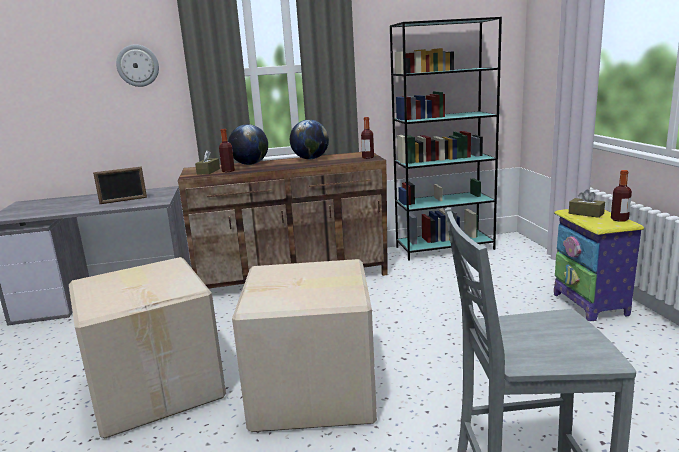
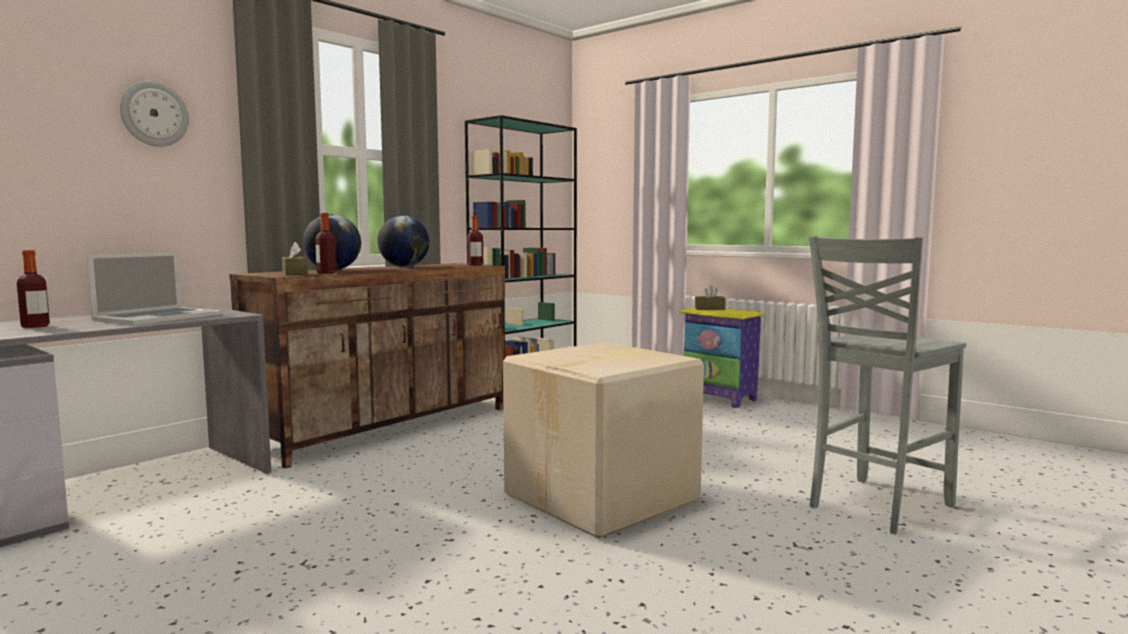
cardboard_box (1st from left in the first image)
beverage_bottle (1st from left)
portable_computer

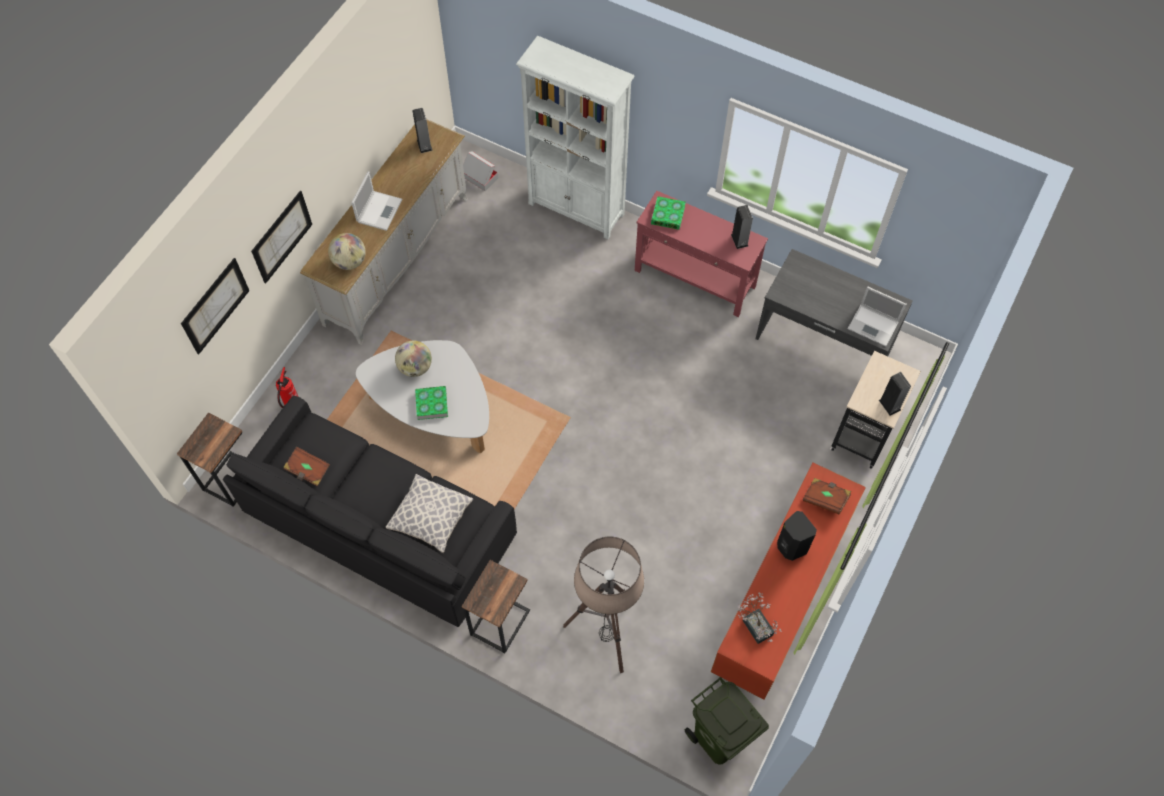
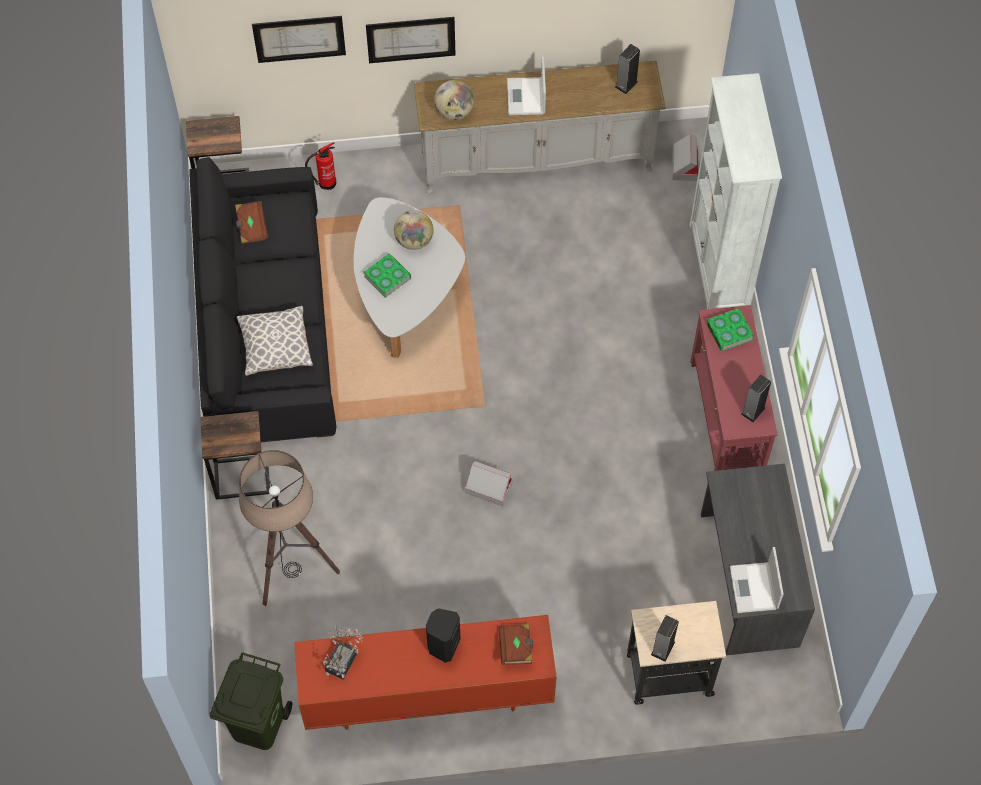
cardboard_box (1st from left)
portable_computer (1st from left)

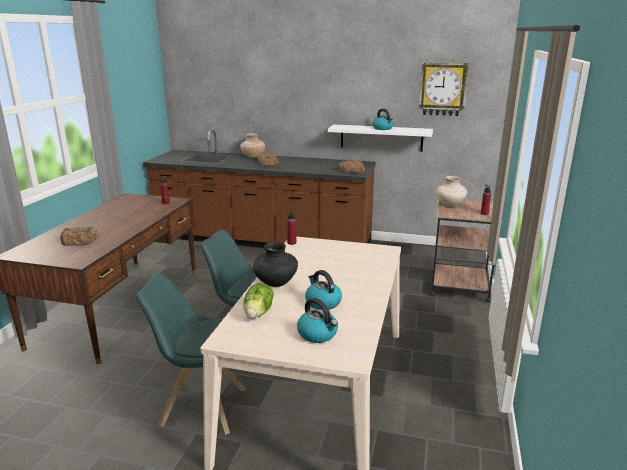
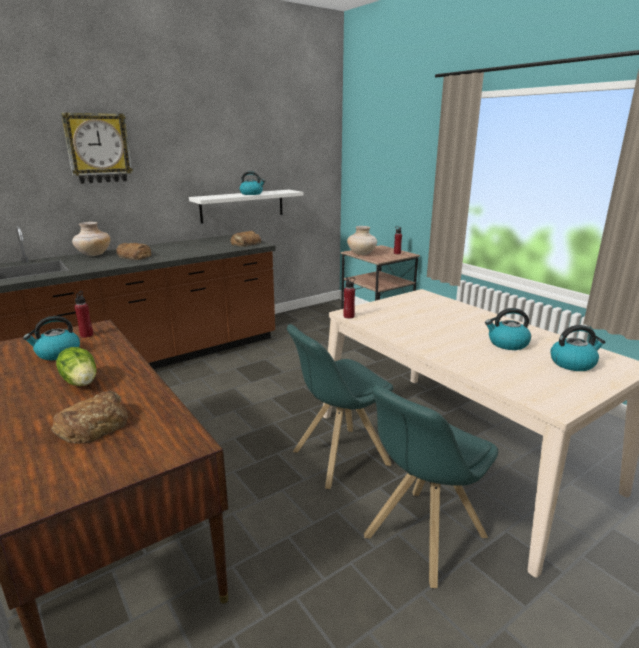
black-coloured_decorative_vase
kettle (1st from left)
lettuce_head
wall_clock

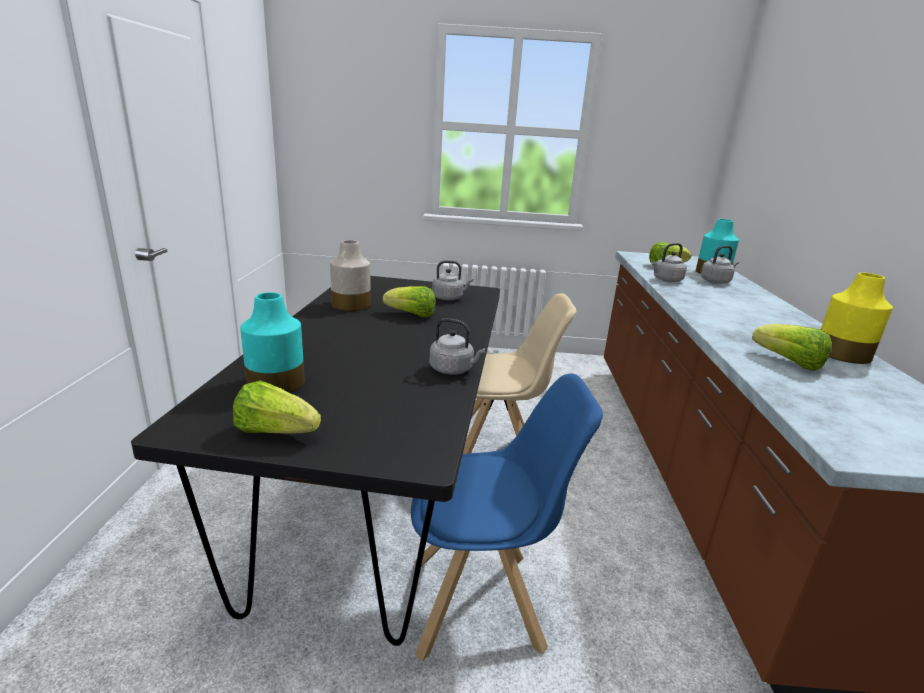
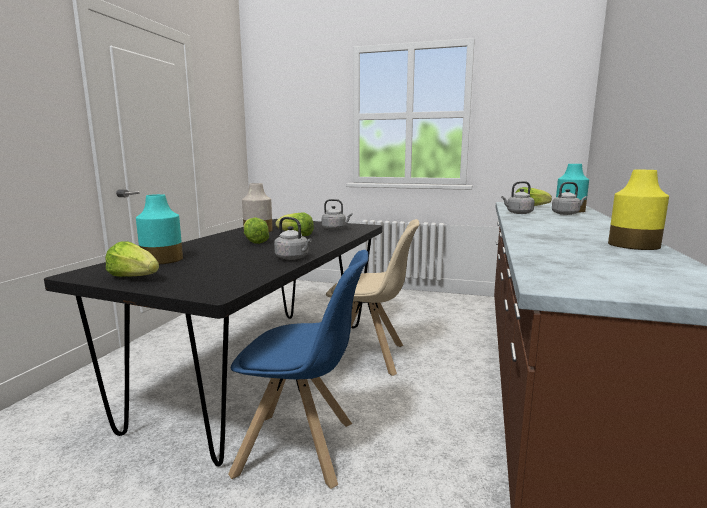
lettuce_head (2nd from left)

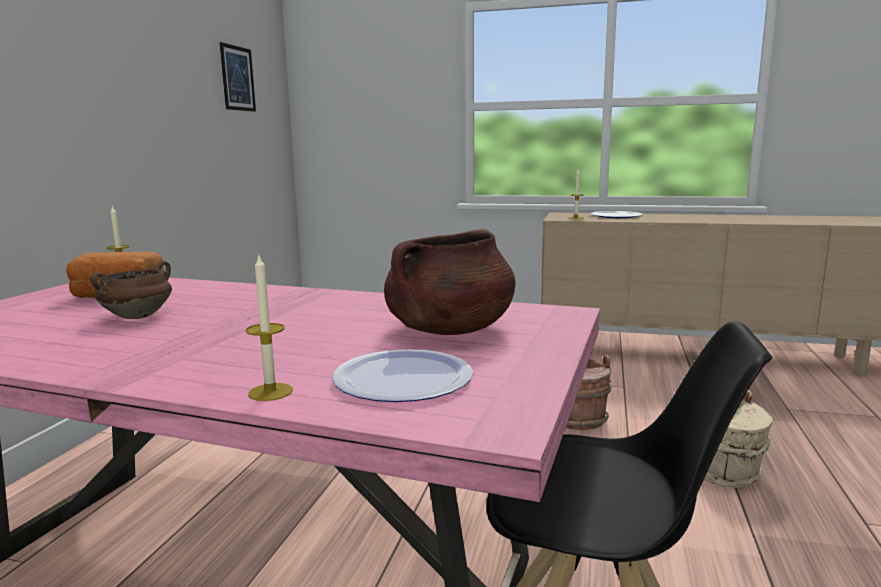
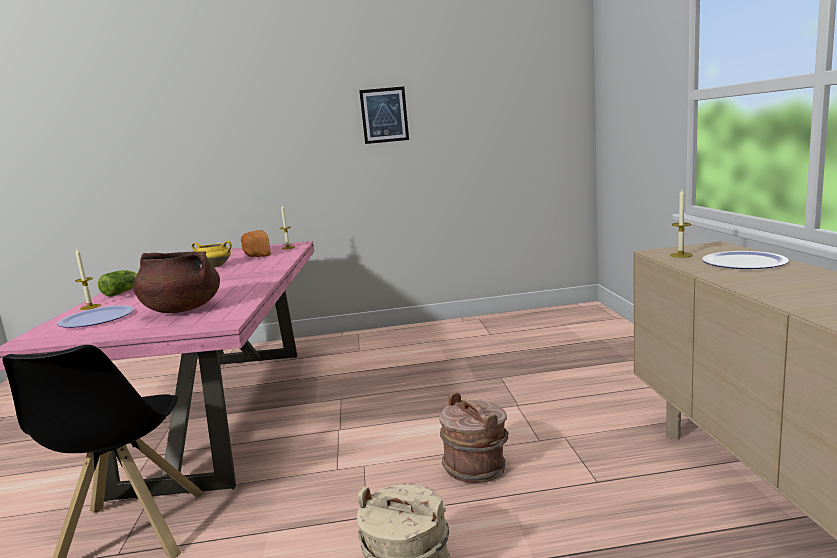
lettuce_head
wall_picture
yellowish_cooking_pot

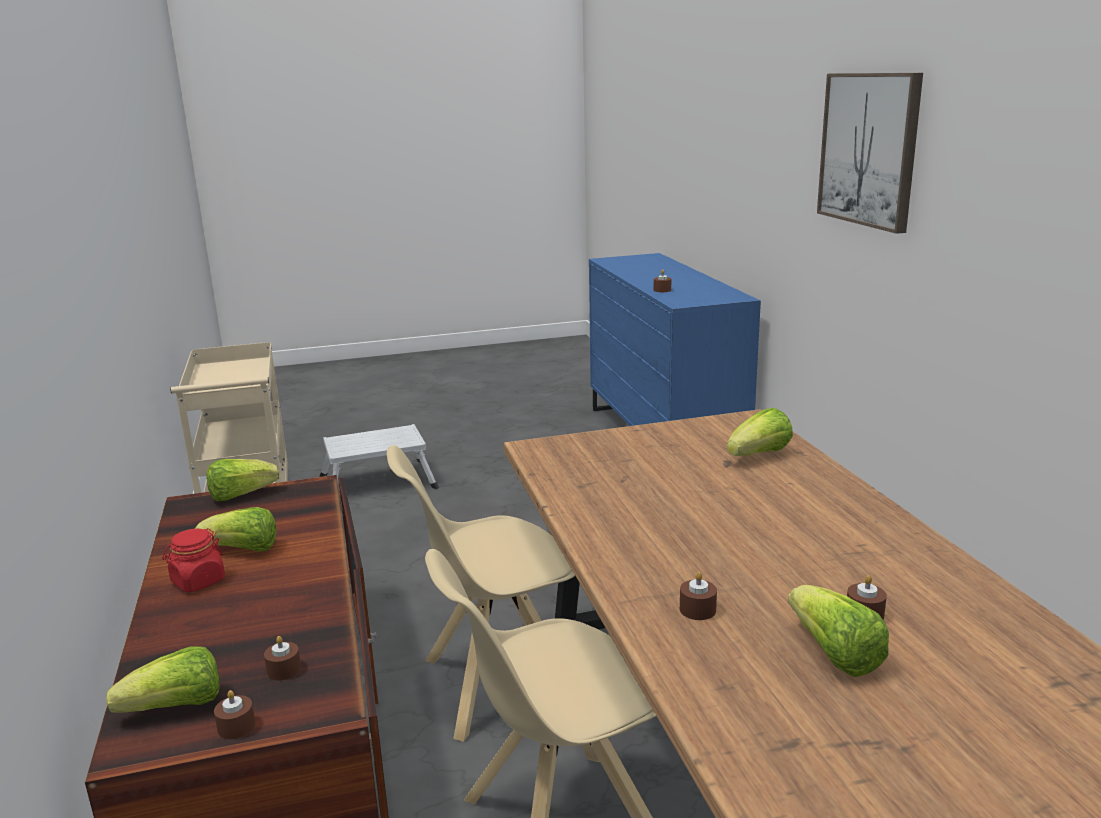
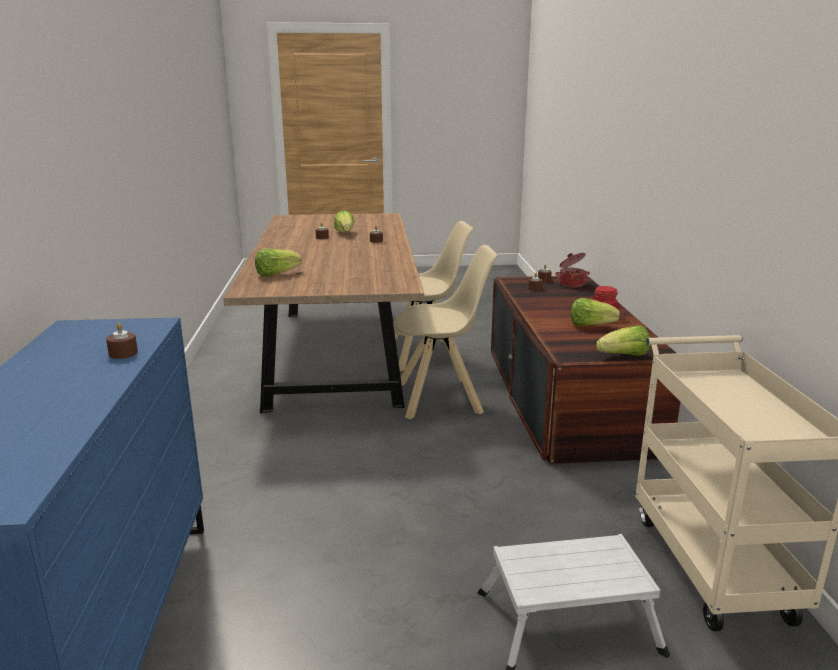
wall_picture
cooking_pot

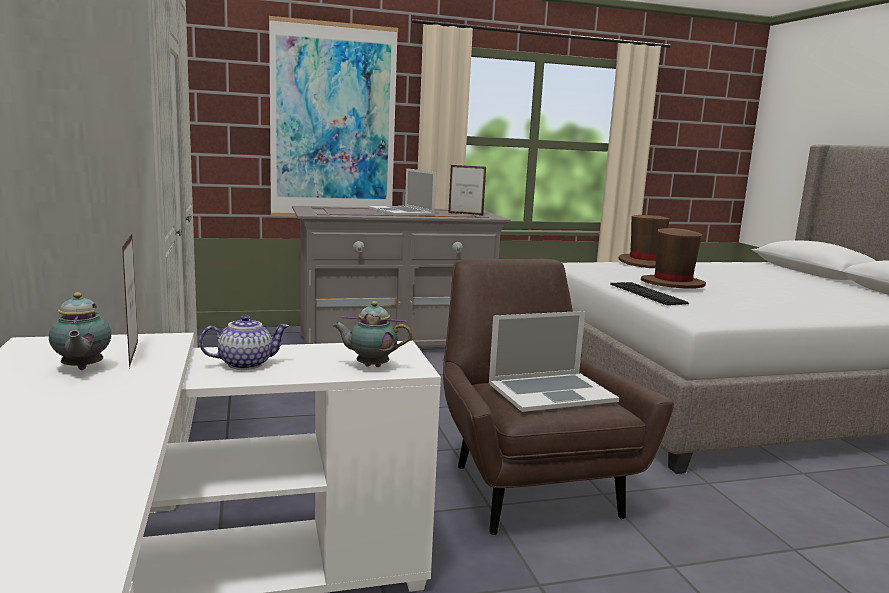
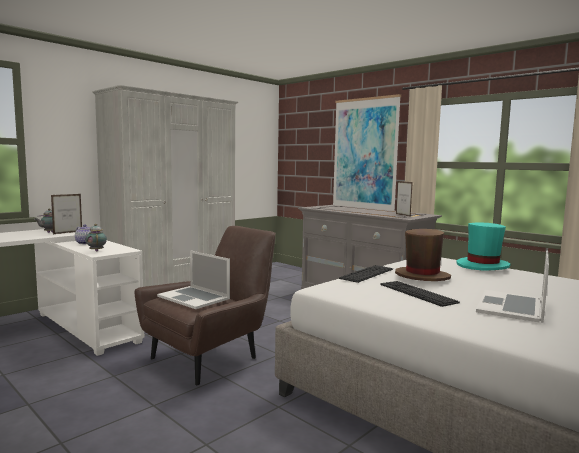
computer_keyboard (2nd from left)
portable_computer (2nd from left)
blue-green_clothing_hat

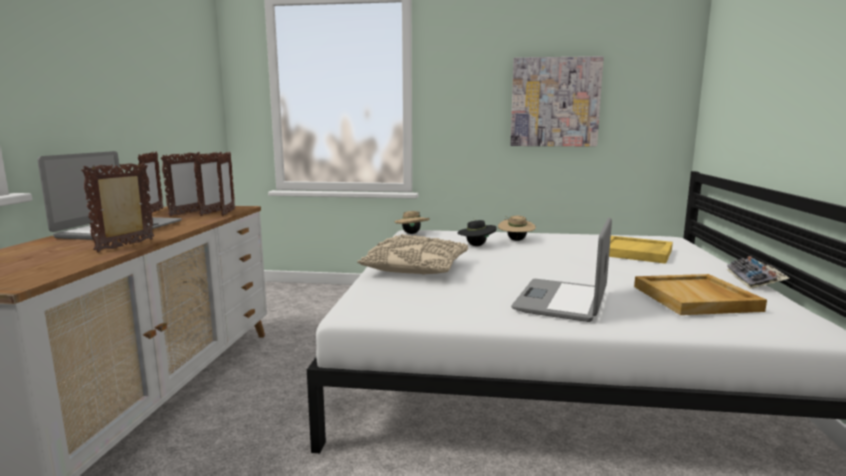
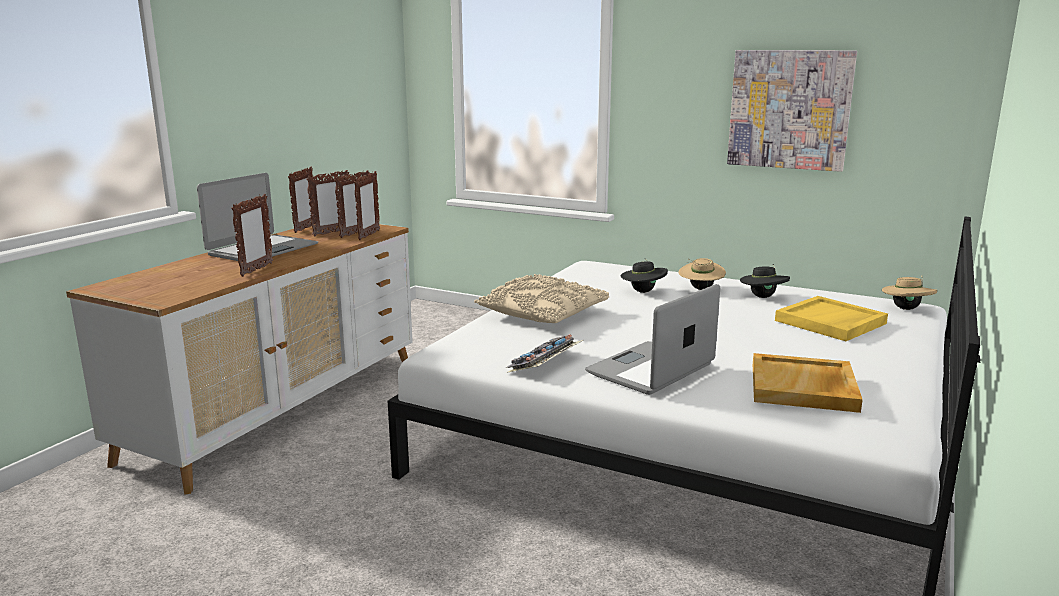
black-coloured_clothing_hat (2nd from left)
beige-coloured_clothing_hat (2nd from left)
computer_keyboard
standing_frame (1st from left)

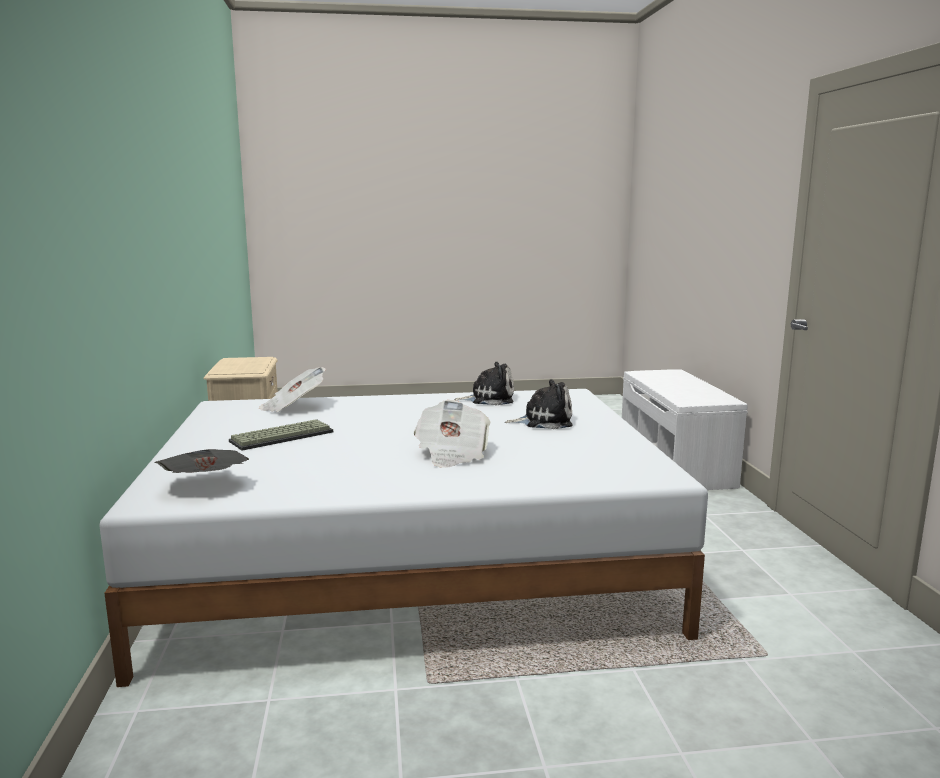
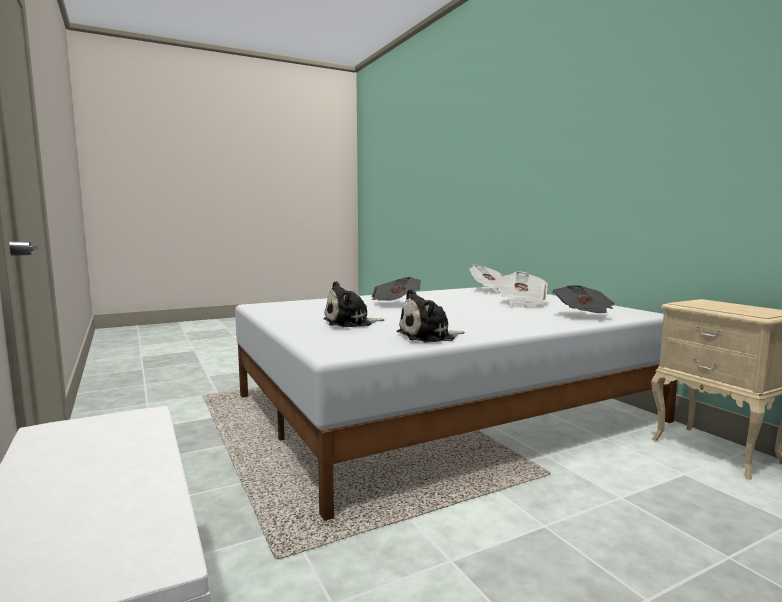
printed_paper (3rd from left)

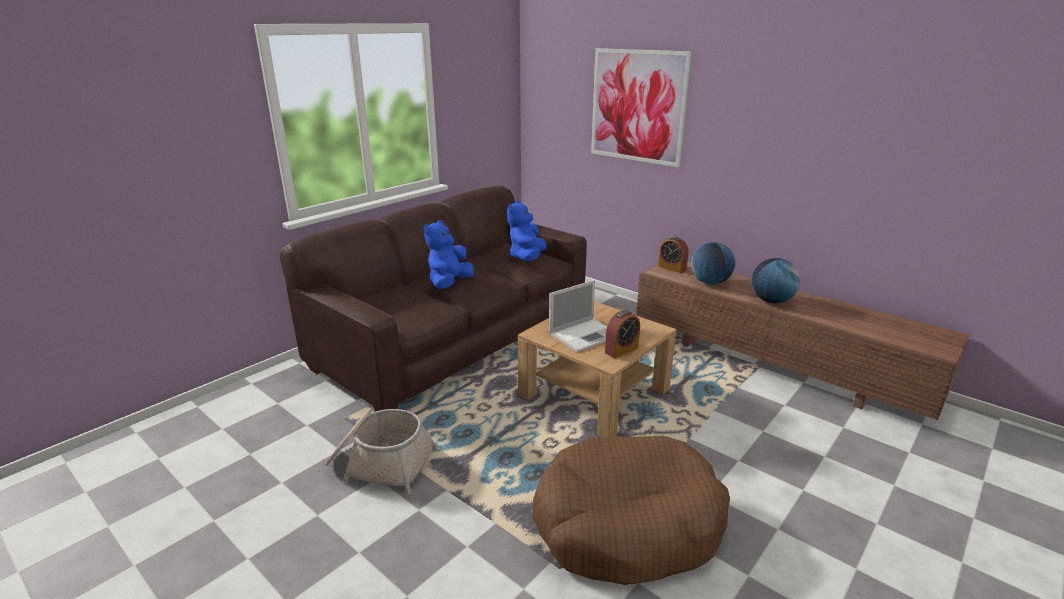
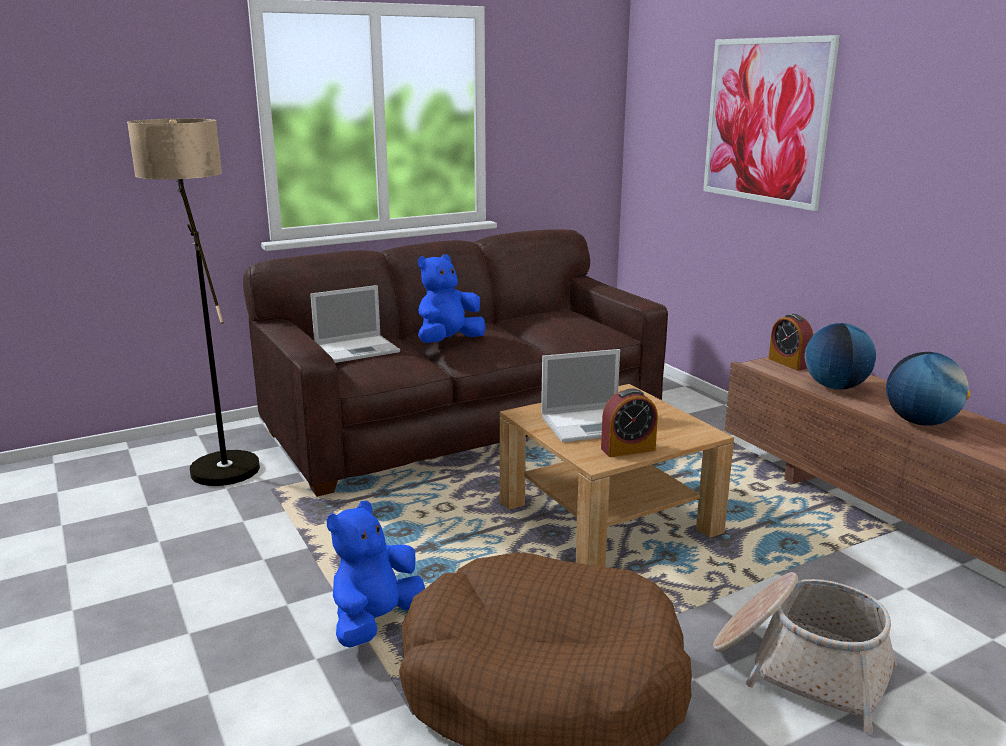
floor_lamp
portable_computer (1st from left)
household_basket
bluish_plush_toy (1st from left)

